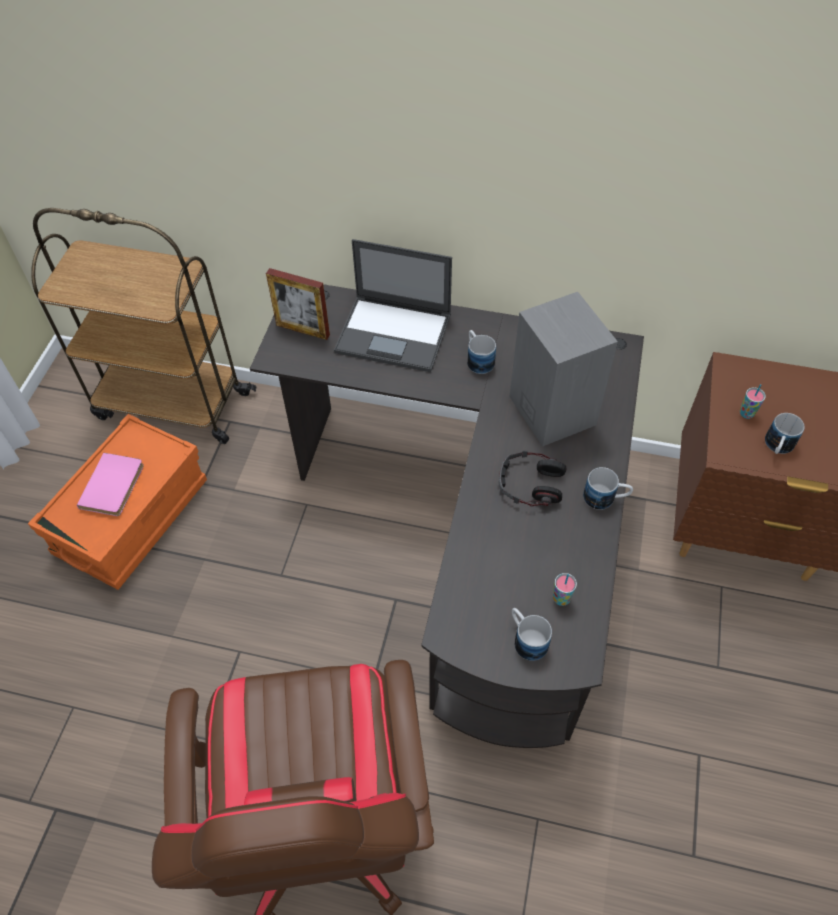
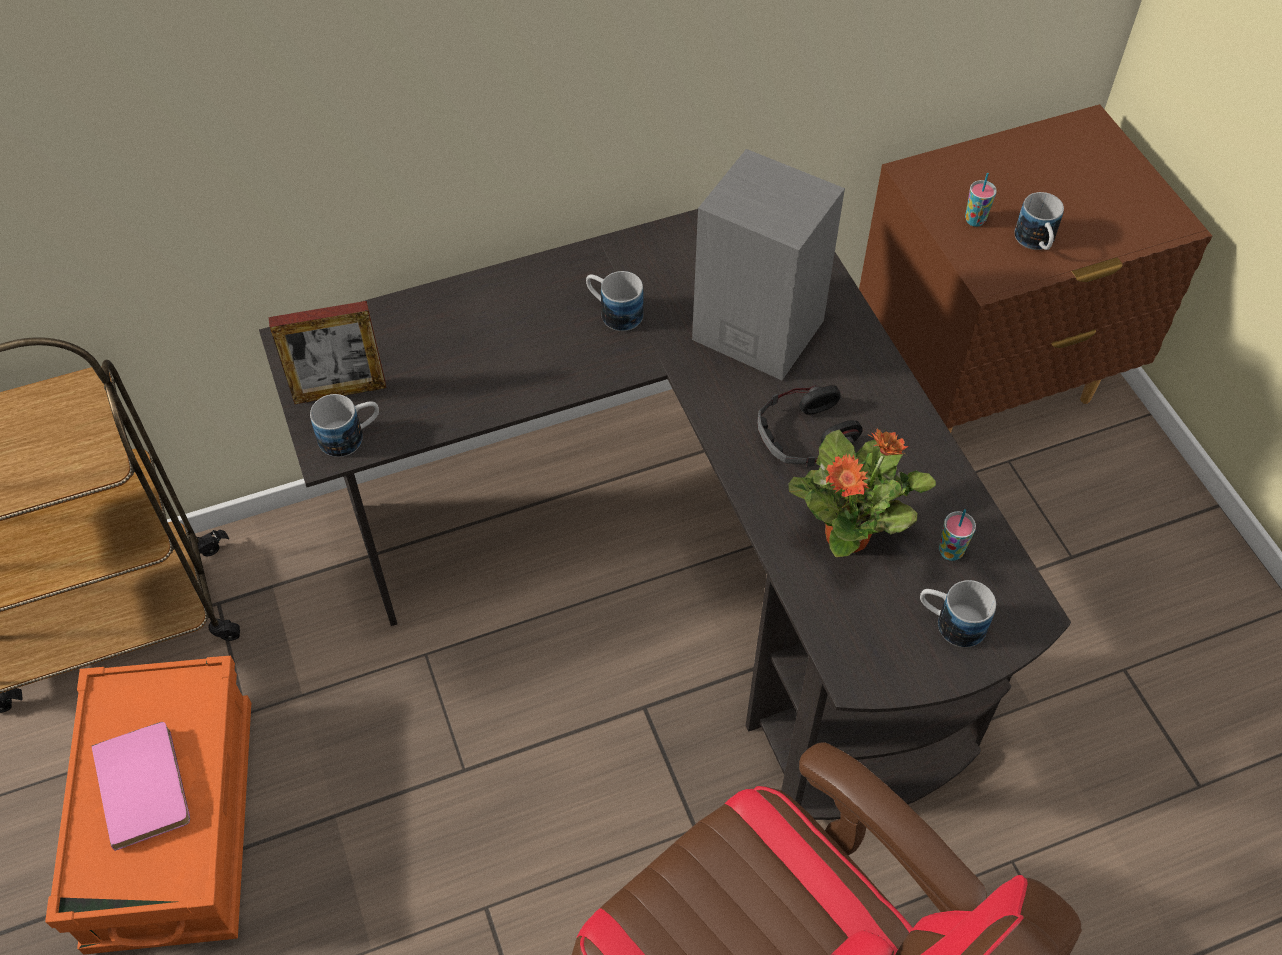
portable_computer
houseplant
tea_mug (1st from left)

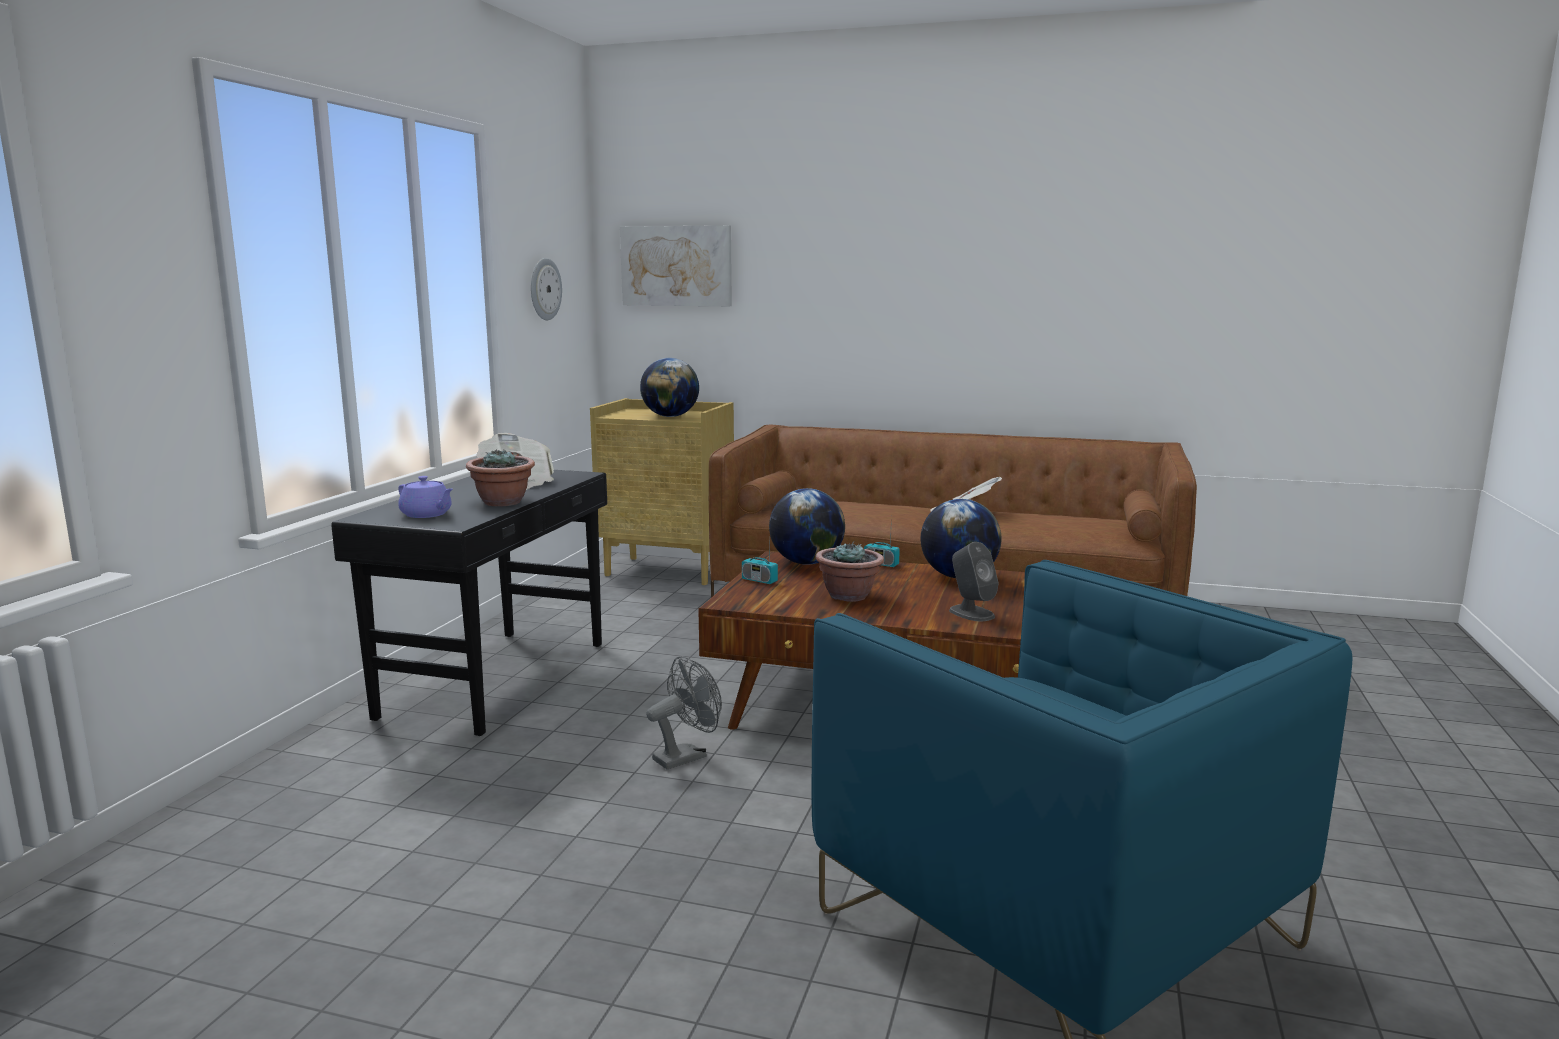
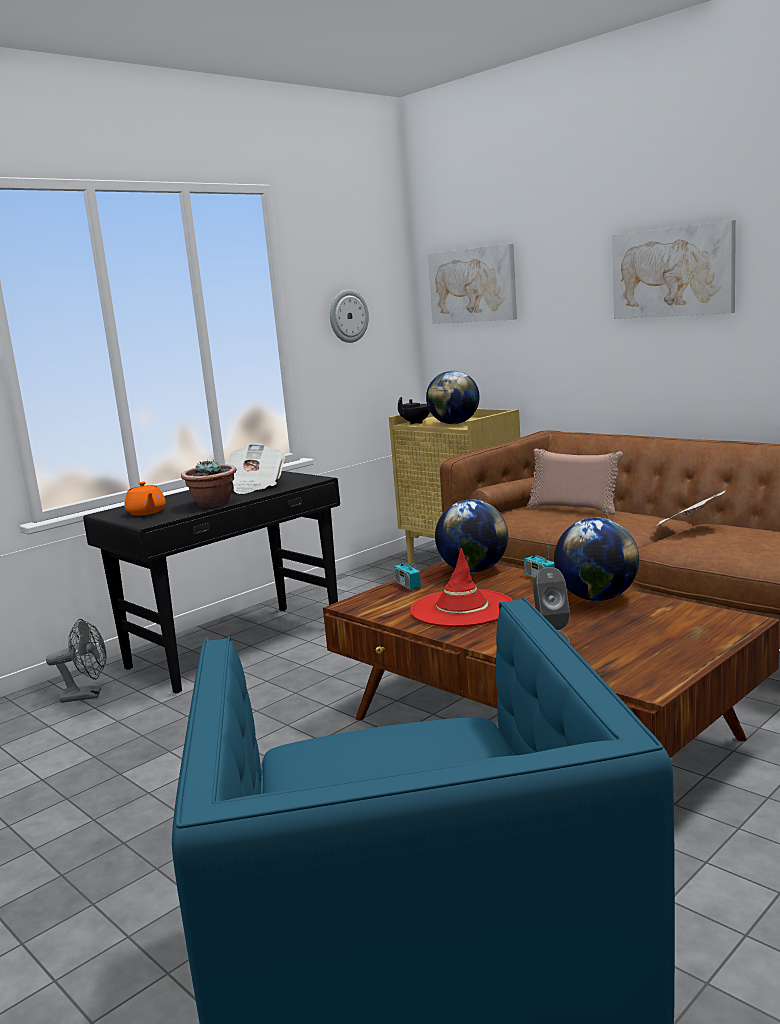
black-coloured_tea_pot
beige-coloured_pillow
wall_picture (2nd from left)
gray_cooling_fan
reddish_clothing_hat
orange_tea_pot

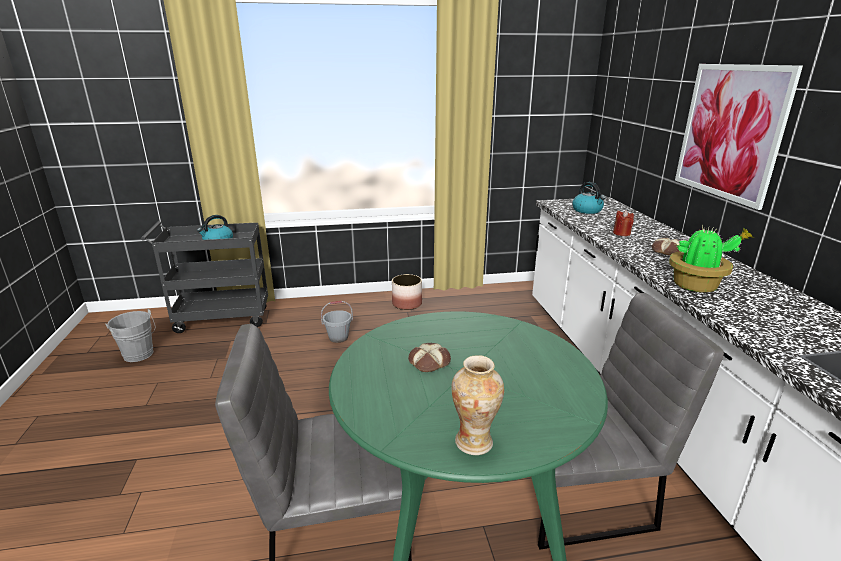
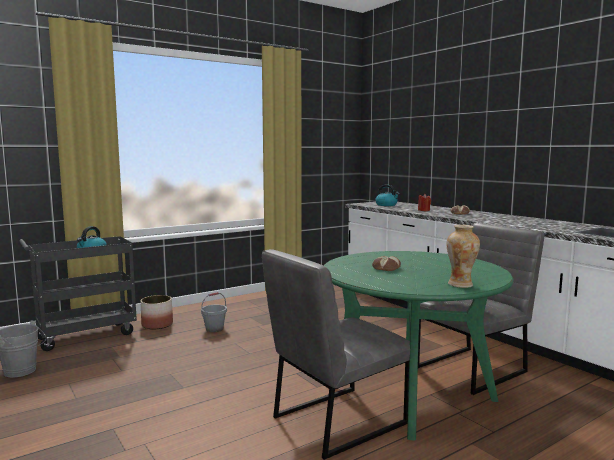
houseplant
wall_picture
flower_pot

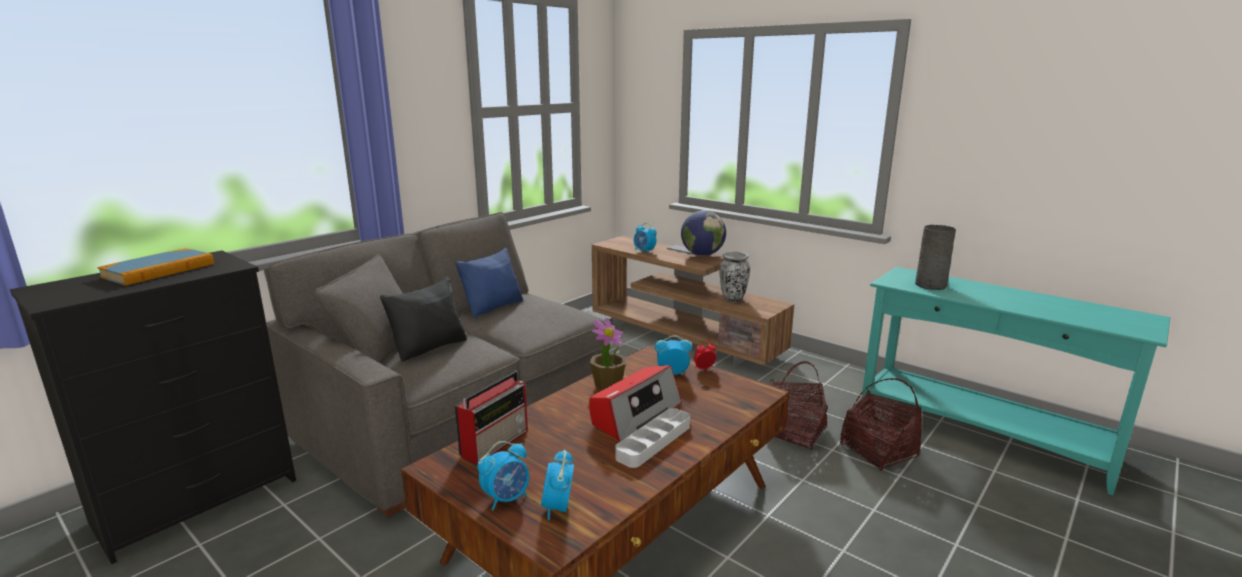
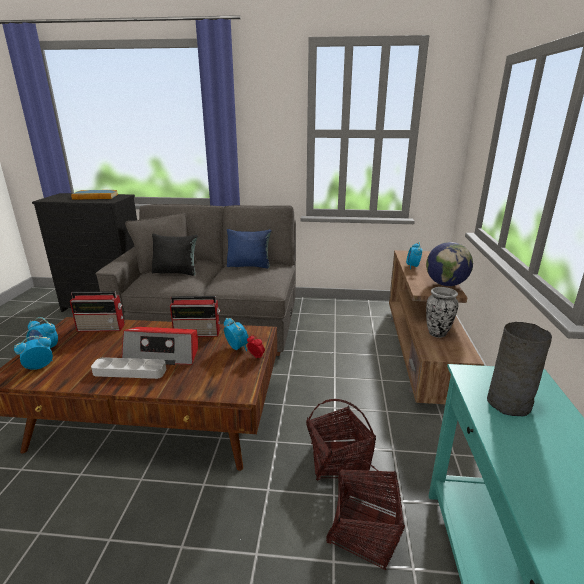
radio_set (3rd from left)

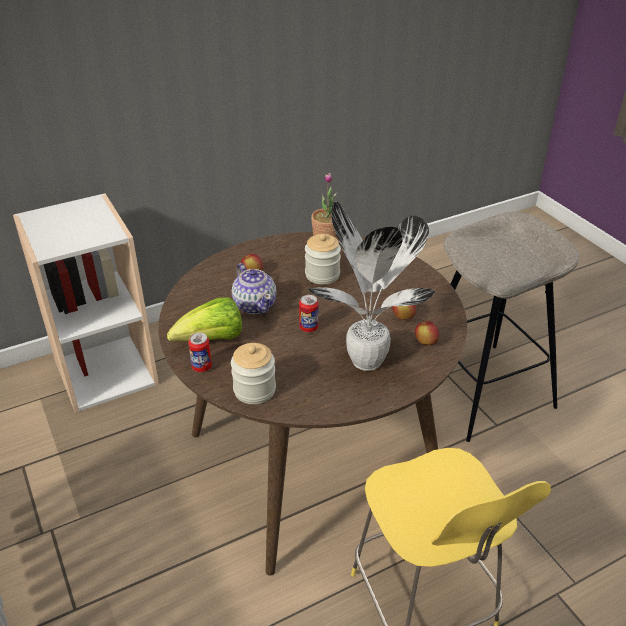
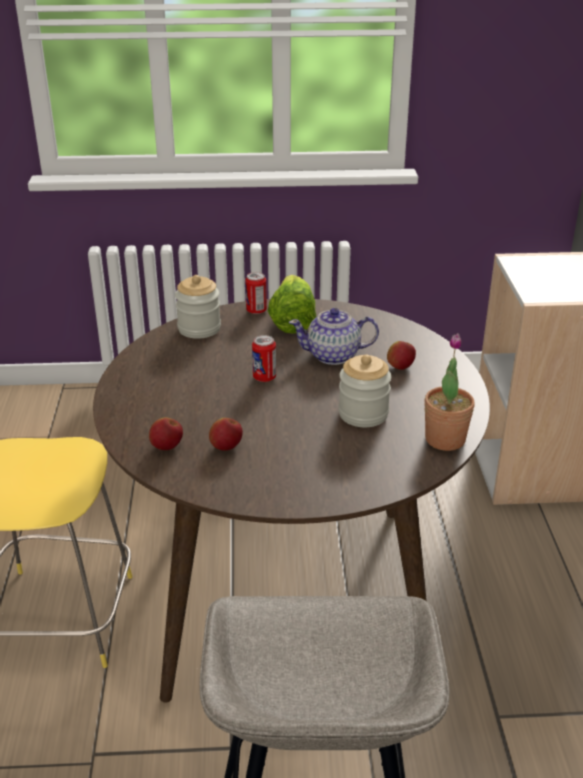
houseplant (2nd from left in the first image)

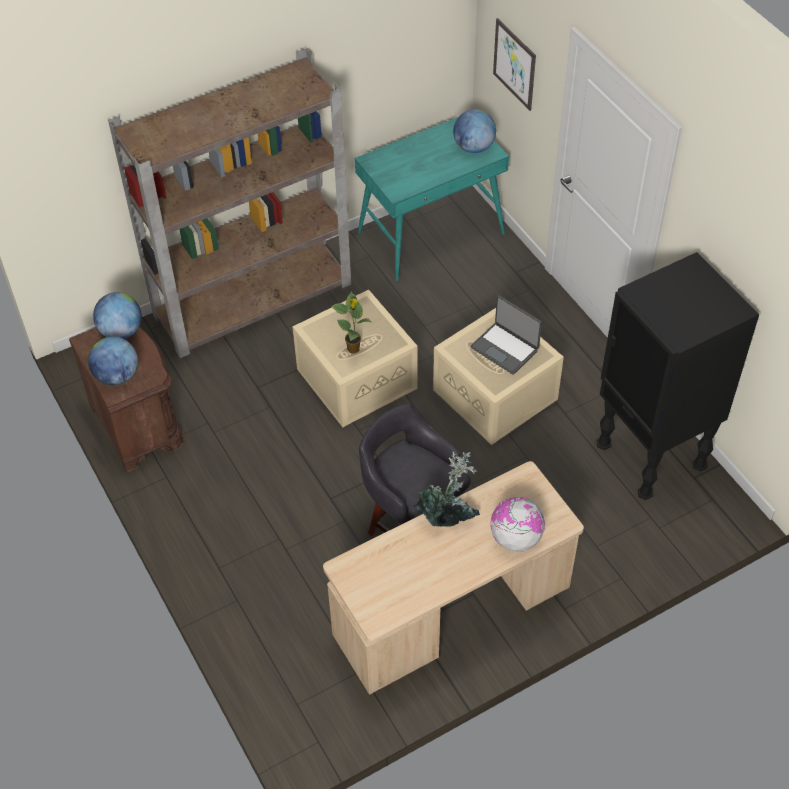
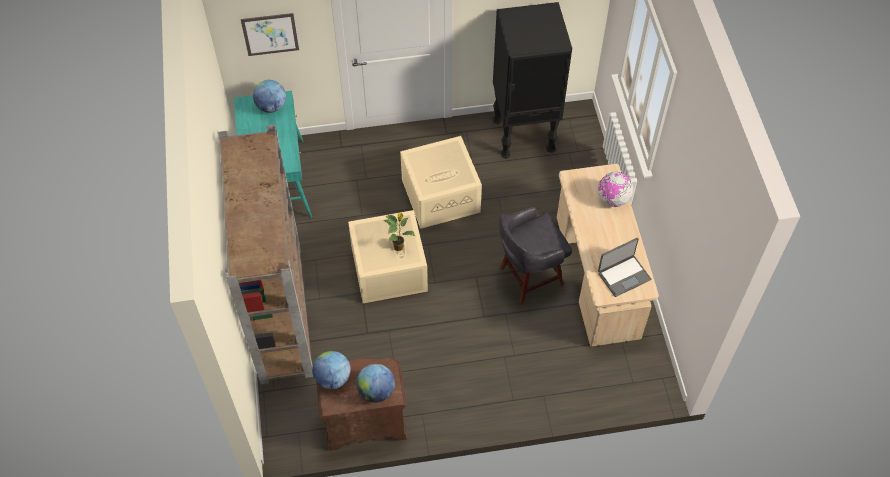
houseplant (2nd from left in the first image)
portable_computer

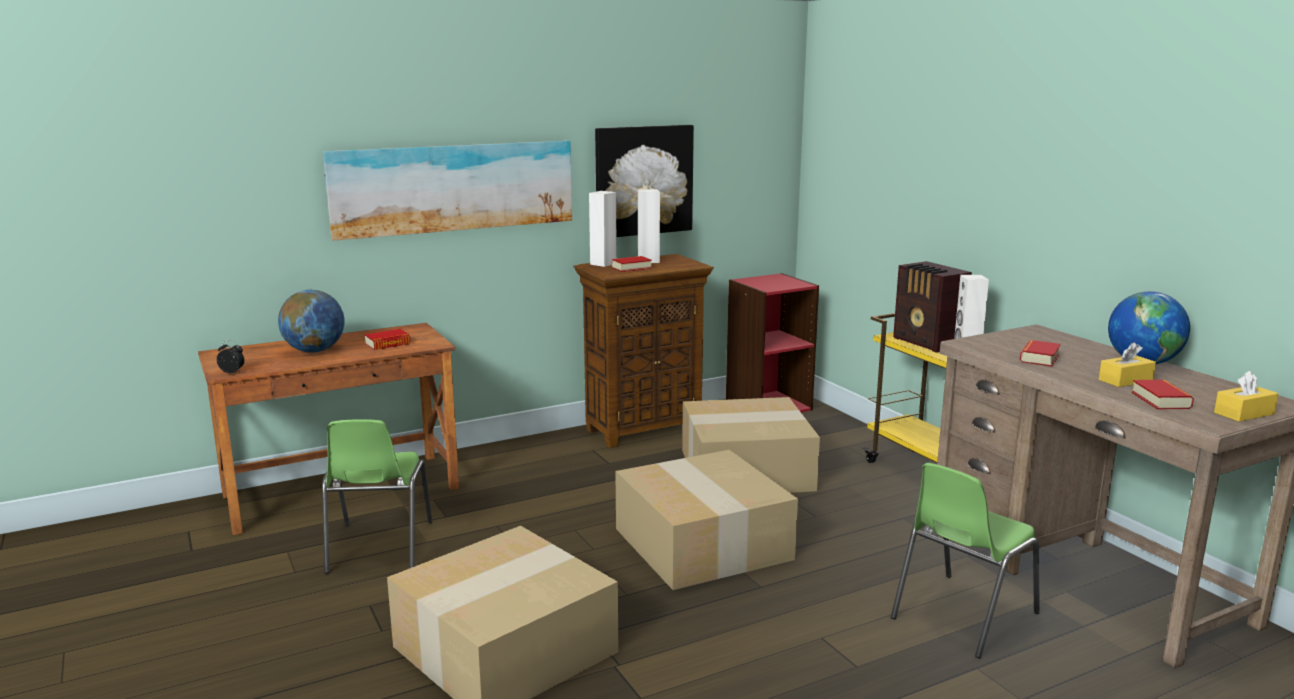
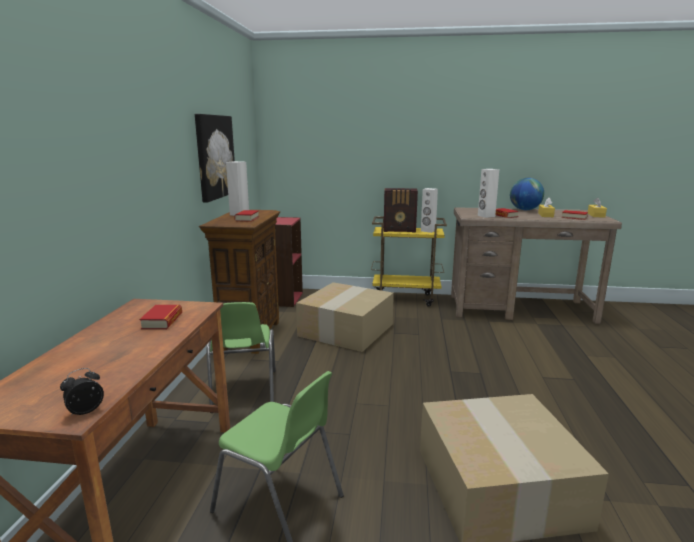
globe (1st from left in the first image)
wall_picture (1st from left in the first image)
cardboard_box (2nd from left in the first image)
whitish_loudspeaker (3rd from left)
green_upright_chair (1st from left)

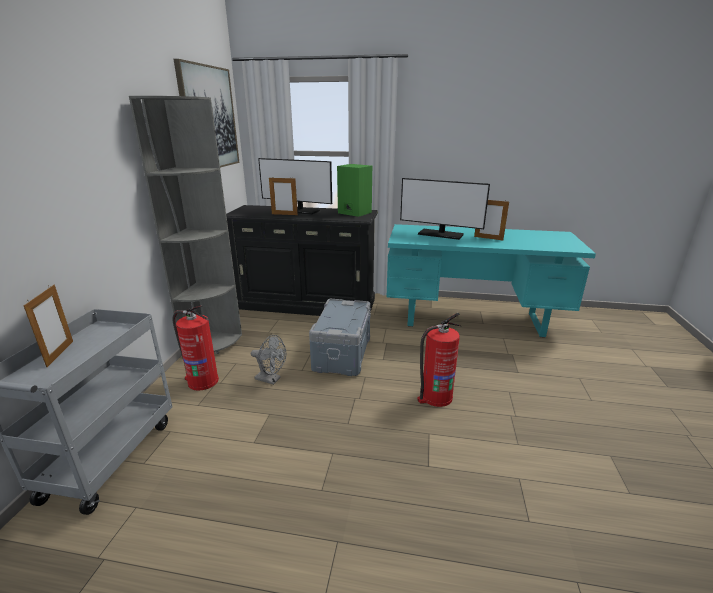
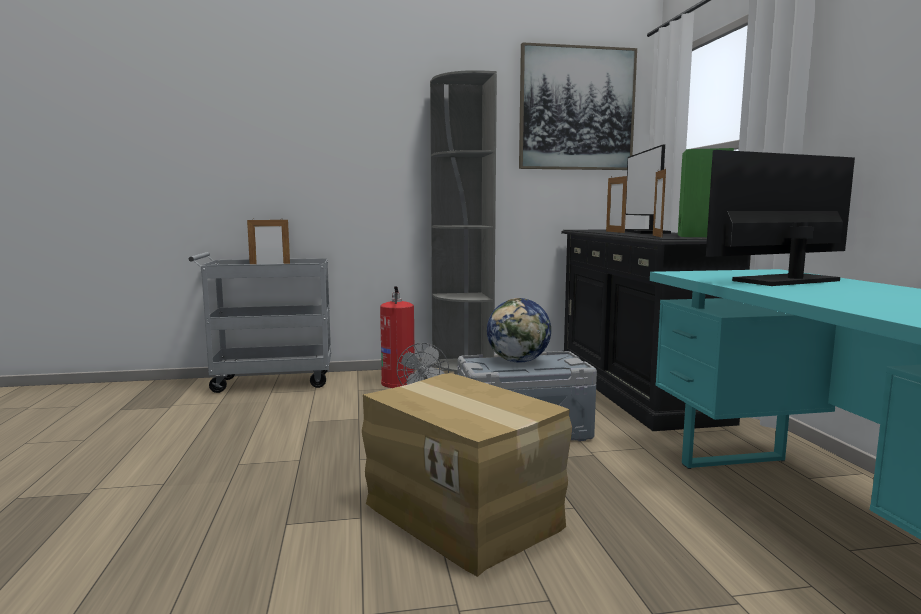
globe
standing_frame (3rd from left)
cardboard_box
computer_display (2nd from left)

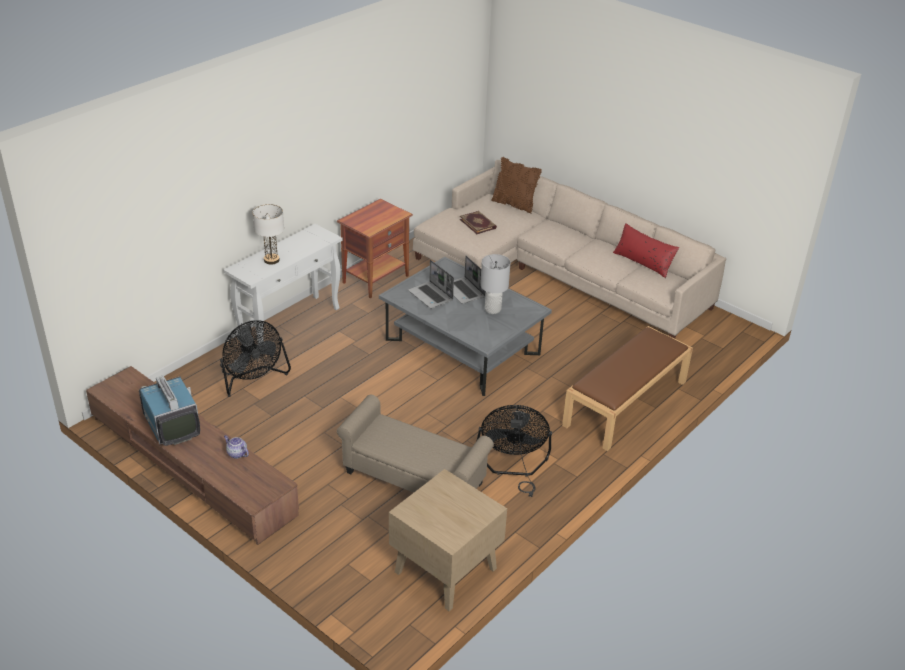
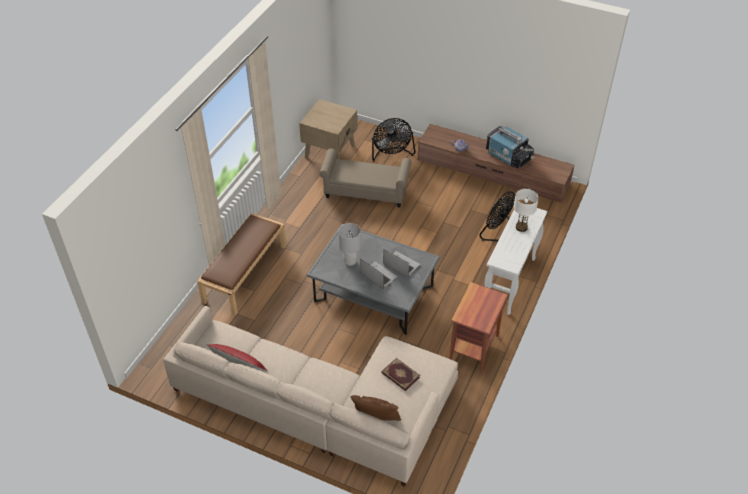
black-coloured_cooling_fan (1st from left)

